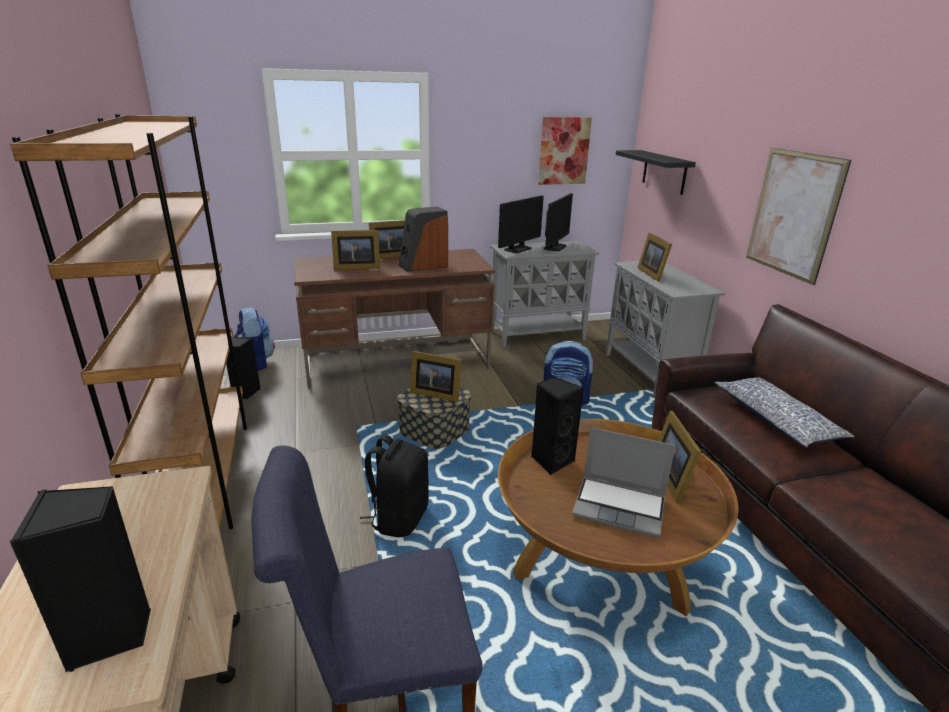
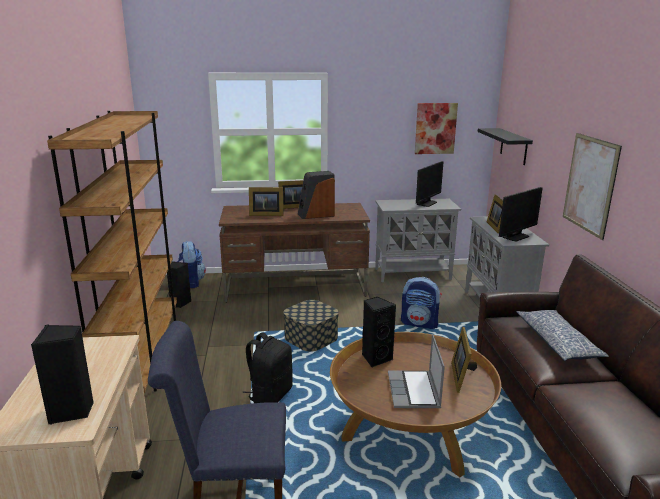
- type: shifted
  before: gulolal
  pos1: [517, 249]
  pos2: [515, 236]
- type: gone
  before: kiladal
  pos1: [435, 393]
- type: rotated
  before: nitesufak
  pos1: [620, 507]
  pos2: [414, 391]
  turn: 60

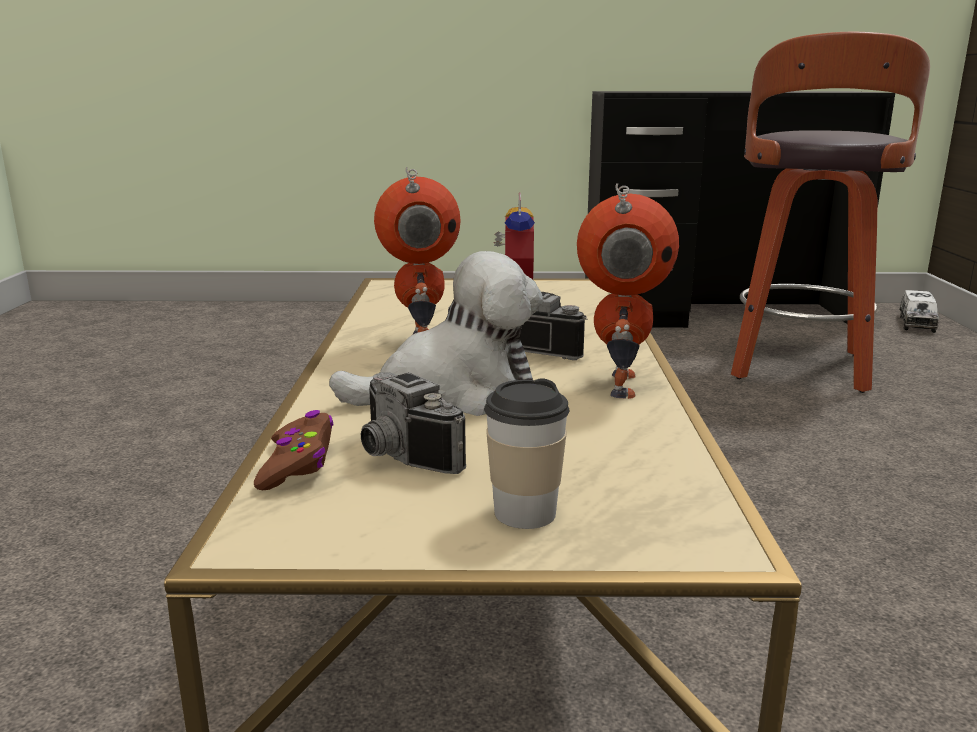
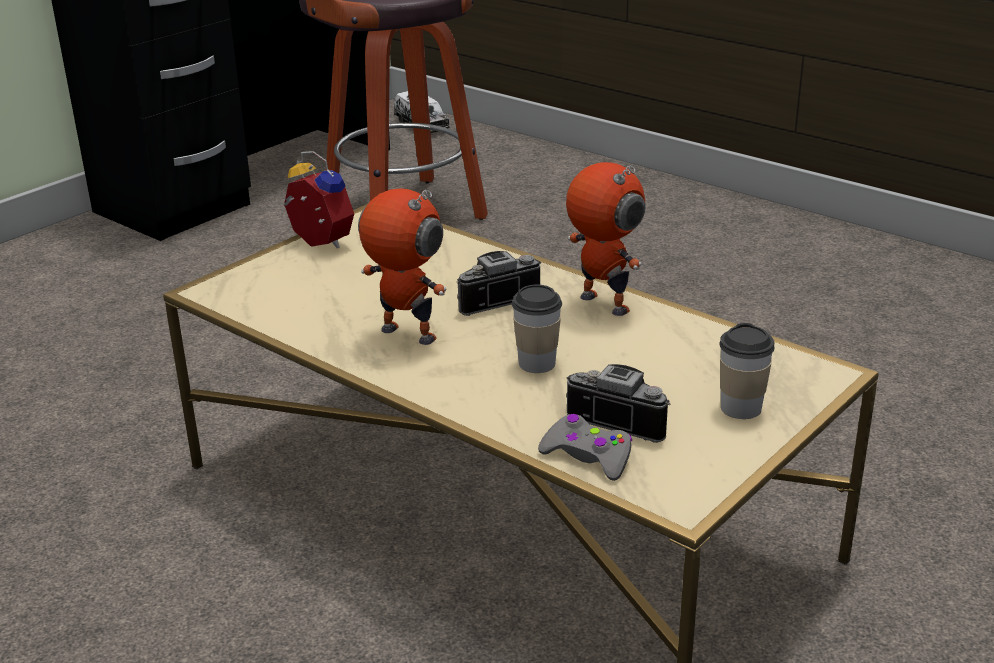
- type: swapped
  before: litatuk
  after: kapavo
  pos1: [453, 393]
  pos2: [537, 363]
- type: rotated
  before: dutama
  pos1: [399, 458]
  pos2: [622, 419]
  turn: -150
- type: repainted
  before: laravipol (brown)
  after: laravipol (grey)
  pos1: [297, 463]
  pos2: [588, 456]

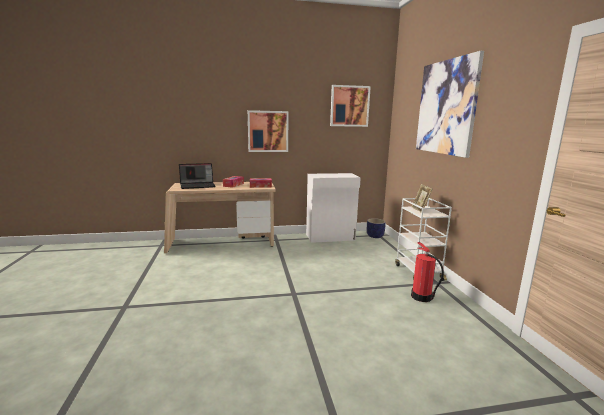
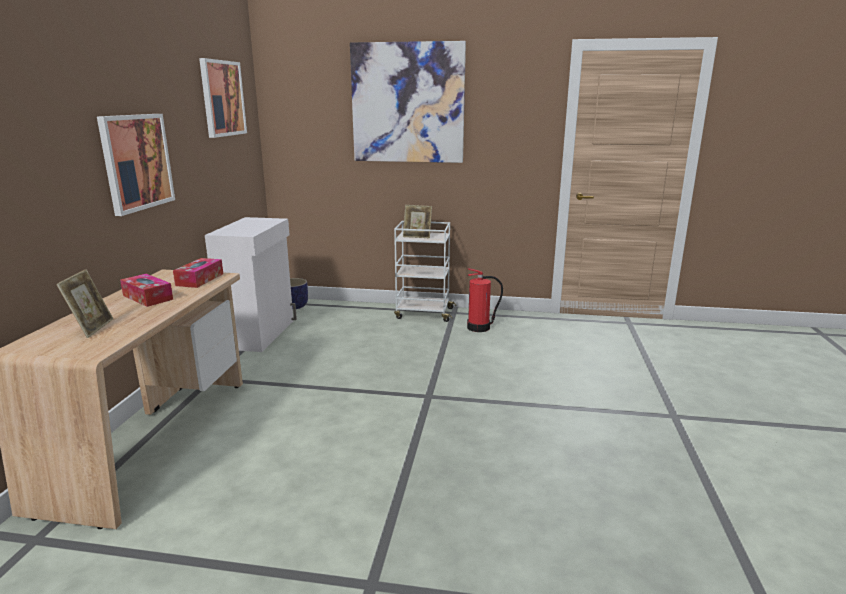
- type: swapped
  before: nitesufak
  after: kiladal
  pos1: [198, 185]
  pos2: [92, 328]

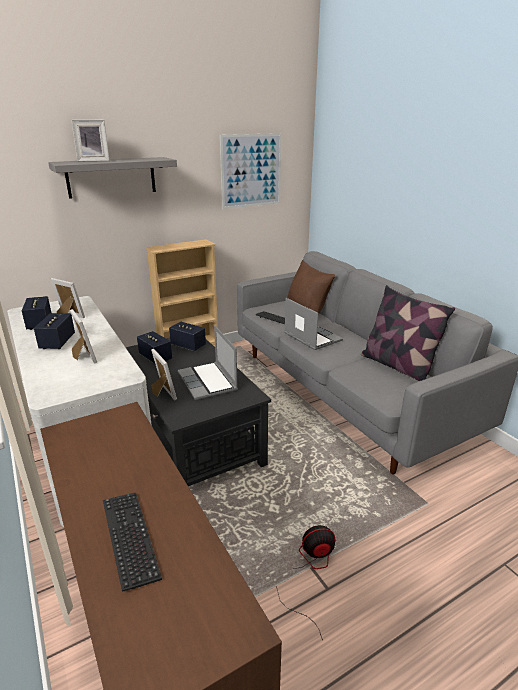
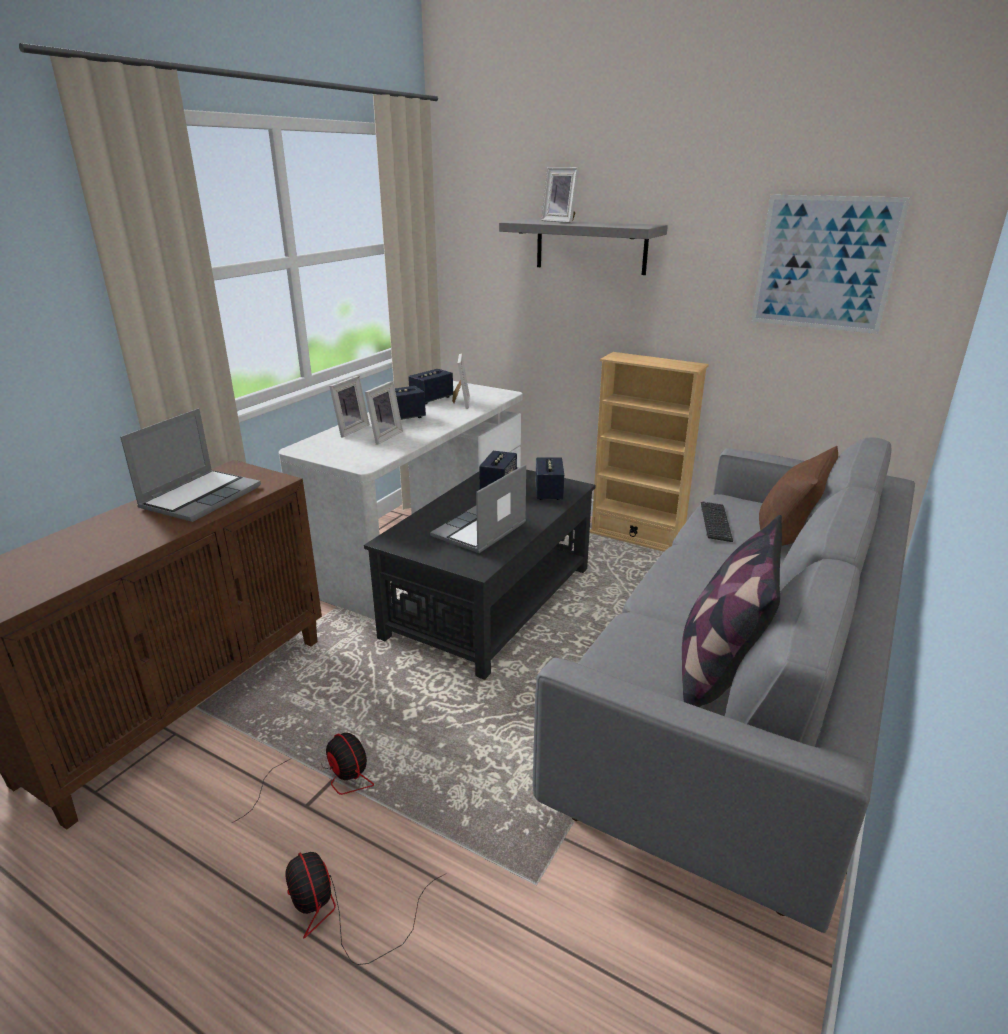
- type: shifted
  before: nitesufak
  pos1: [311, 337]
  pos2: [201, 497]
- type: shifted
  before: kiladal
  pos1: [162, 393]
  pos2: [349, 430]
- type: gone
  before: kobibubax
  pos1: [130, 539]
- type: new
  after: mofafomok
  pos2: [341, 914]

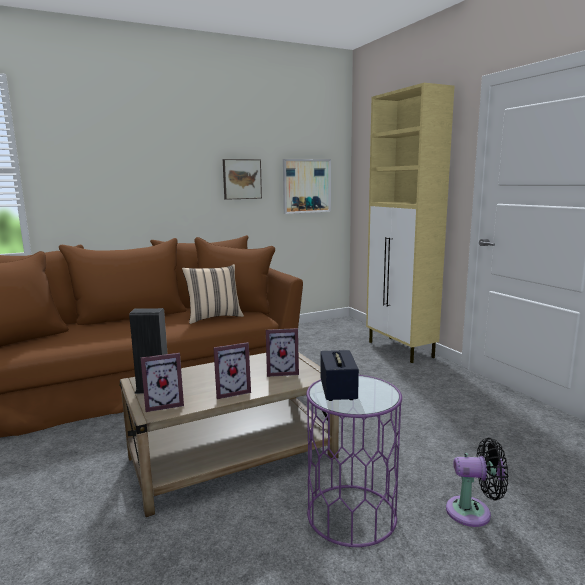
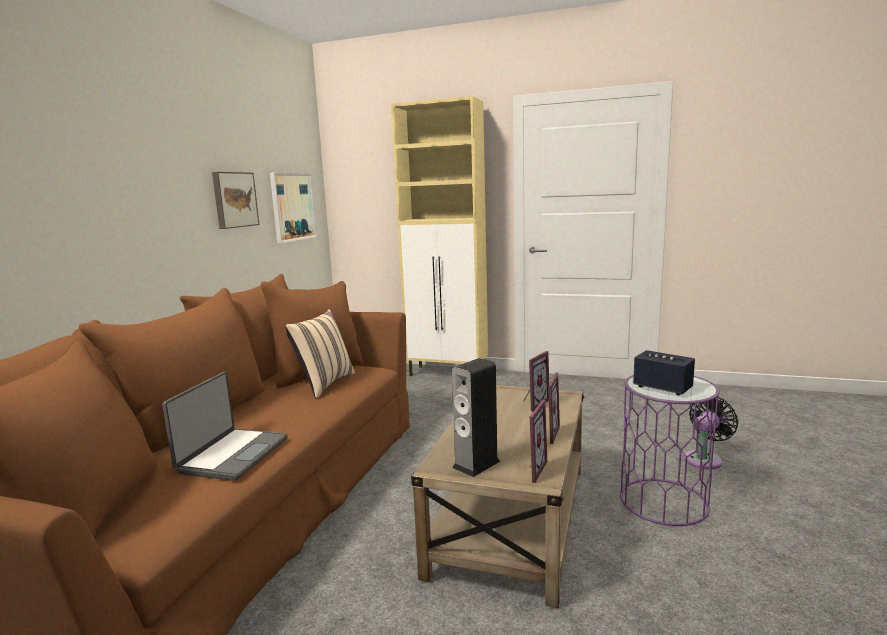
- type: new
  after: nitesufak
  pos2: [232, 455]

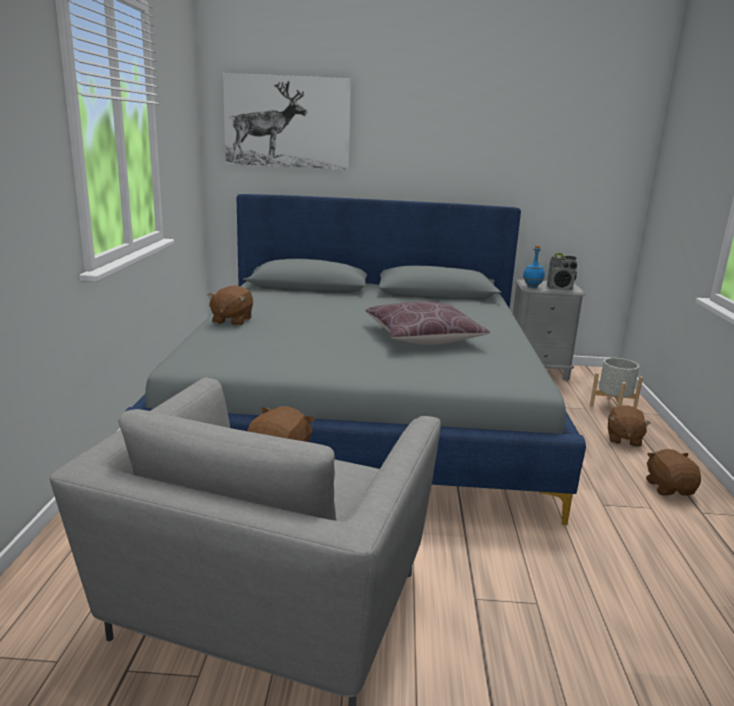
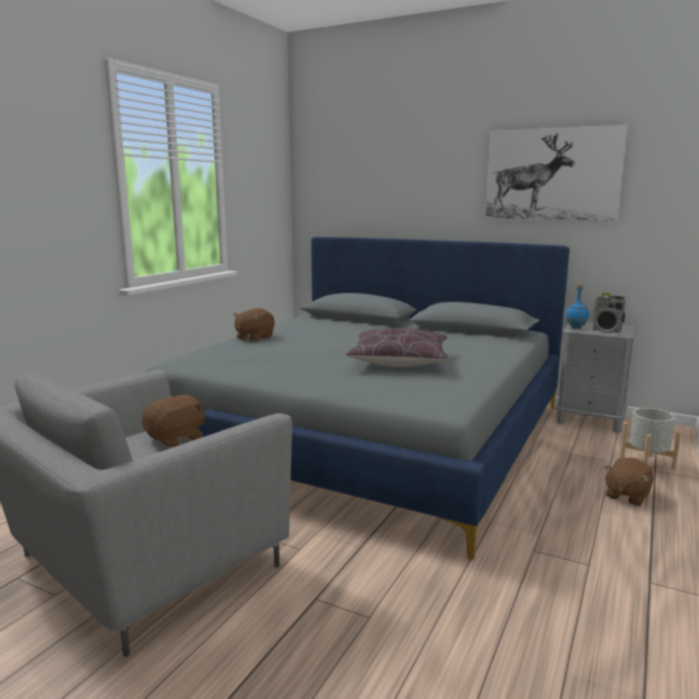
- type: shifted
  before: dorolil
  pos1: [287, 122]
  pos2: [552, 174]
- type: gone
  before: litatuk (brown)
  pos1: [669, 488]

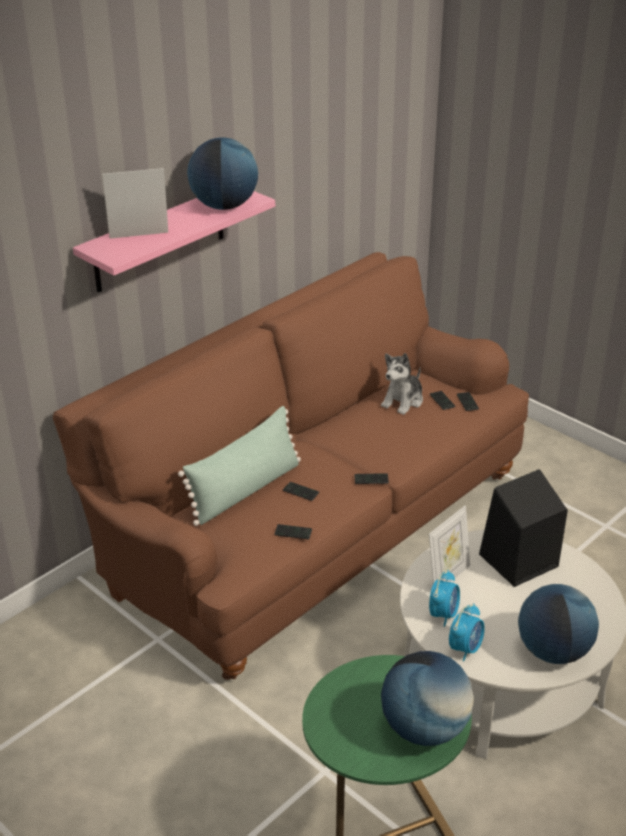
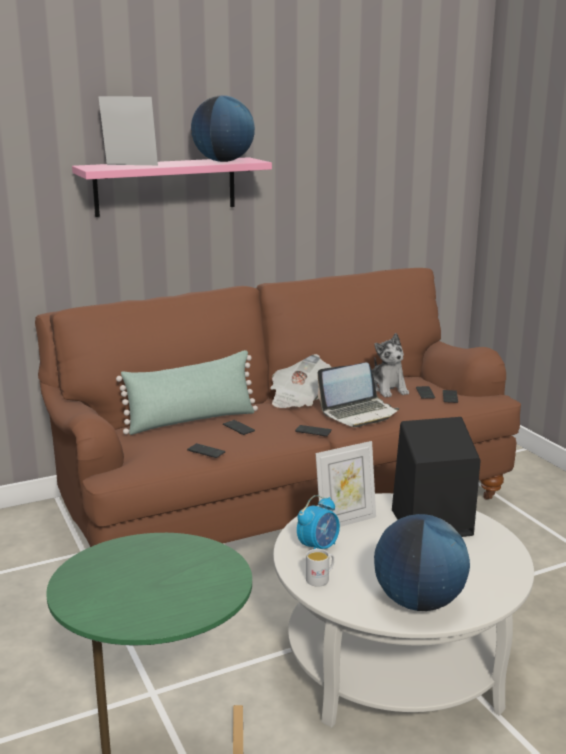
- type: rotated
  before: litatuk
  pos1: [403, 401]
  pos2: [387, 389]
  turn: -75
- type: swapped
  before: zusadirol
  after: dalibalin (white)
  pos1: [465, 648]
  pos2: [320, 579]
- type: gone
  before: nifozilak
  pos1: [424, 728]
- type: new
  after: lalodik
  pos2: [298, 398]
- type: new
  after: nitesufak
  pos2: [359, 413]

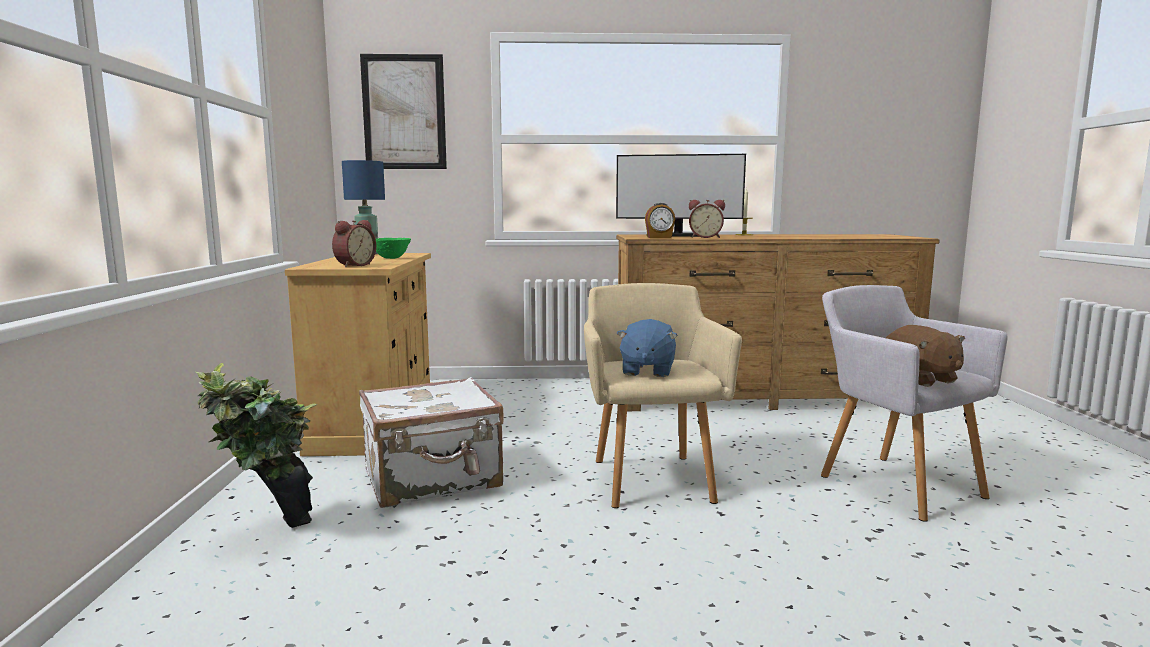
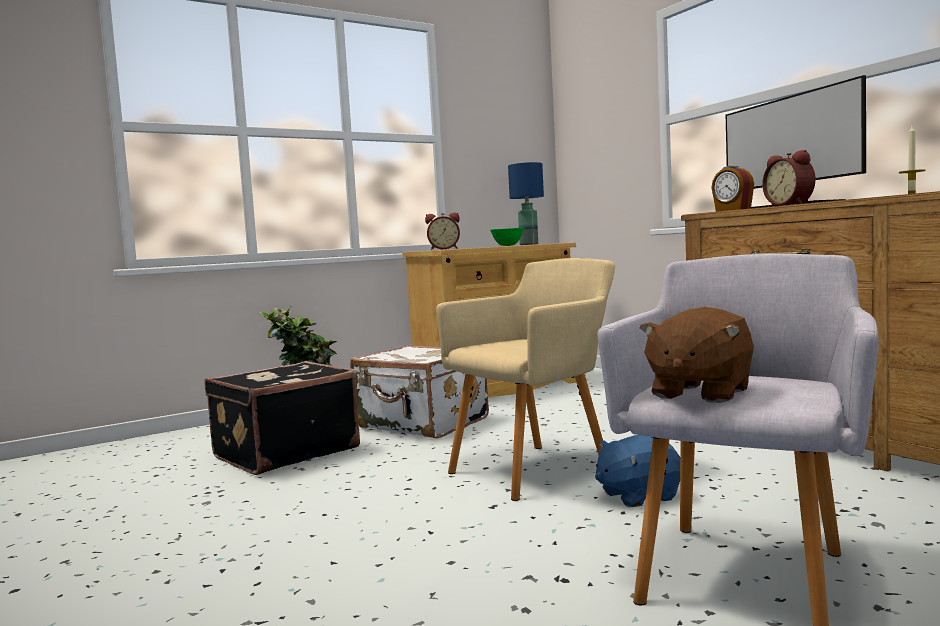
- type: gone
  before: dorolil
  pos1: [404, 112]
- type: shifted
  before: litatuk (blue)
  pos1: [646, 371]
  pos2: [638, 495]
- type: new
  after: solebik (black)
  pos2: [284, 452]

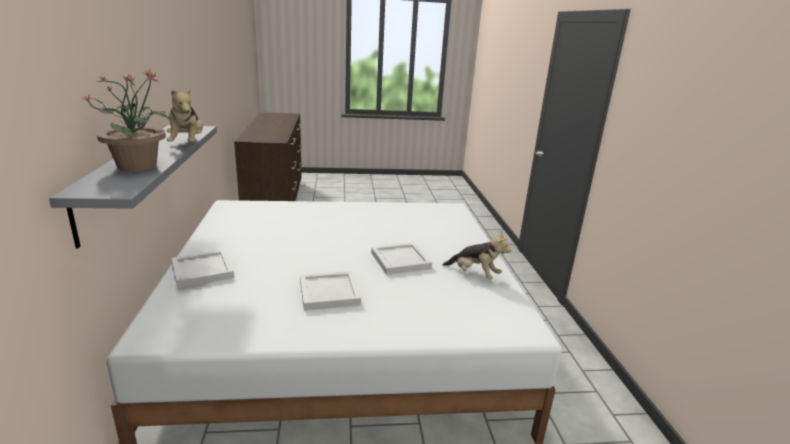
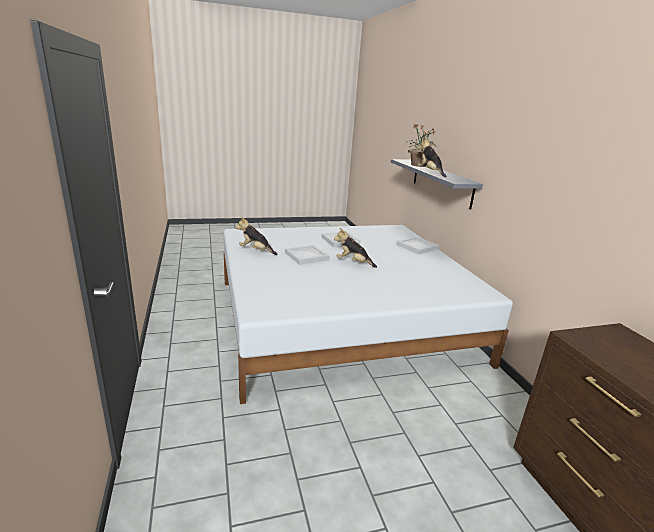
- type: new
  after: litatuk
  pos2: [353, 263]

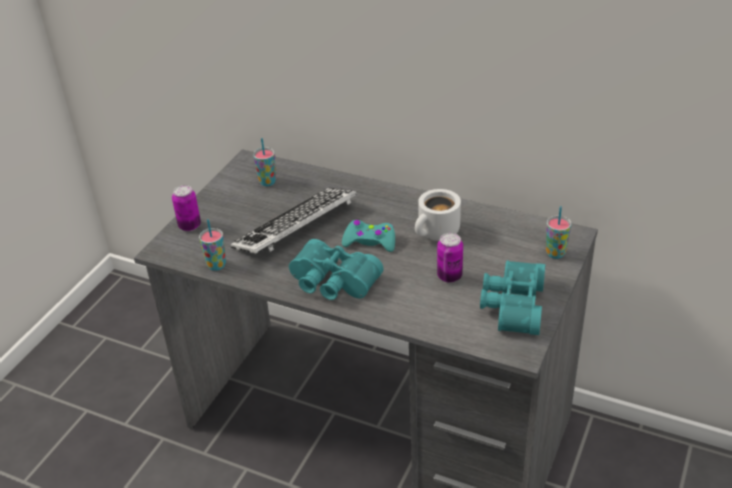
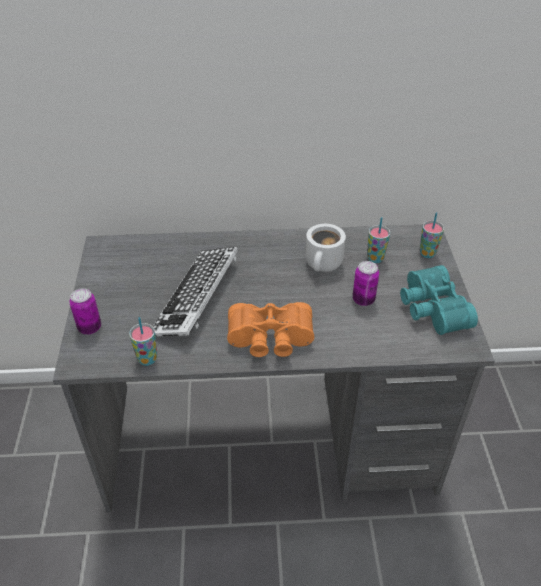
- type: shifted
  before: kapavo
  pos1: [267, 182]
  pos2: [375, 258]
- type: gone
  before: laravipol (turquoise)
  pos1: [370, 241]
- type: repainted
  before: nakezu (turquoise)
  after: nakezu (orange)
  pos1: [332, 283]
  pos2: [270, 340]

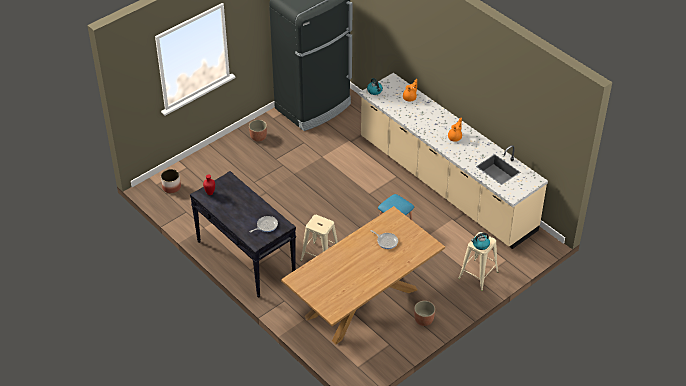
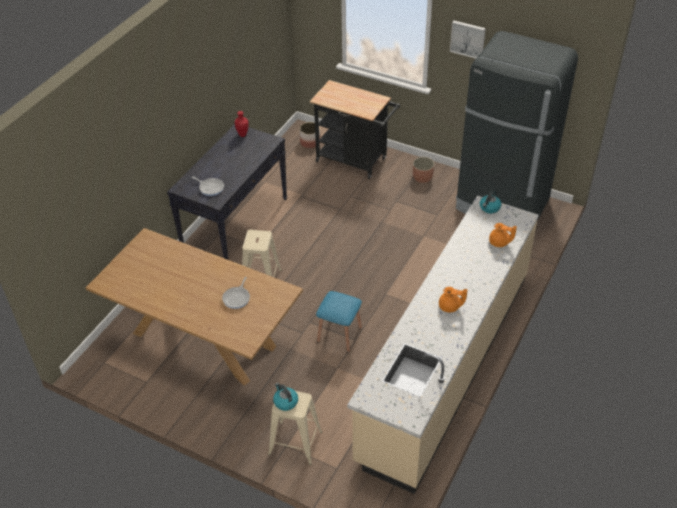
- type: gone
  before: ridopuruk
  pos1: [423, 320]
- type: new
  after: dorolil
  pos2: [468, 39]
- type: new
  after: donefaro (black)
  pos2: [355, 161]

